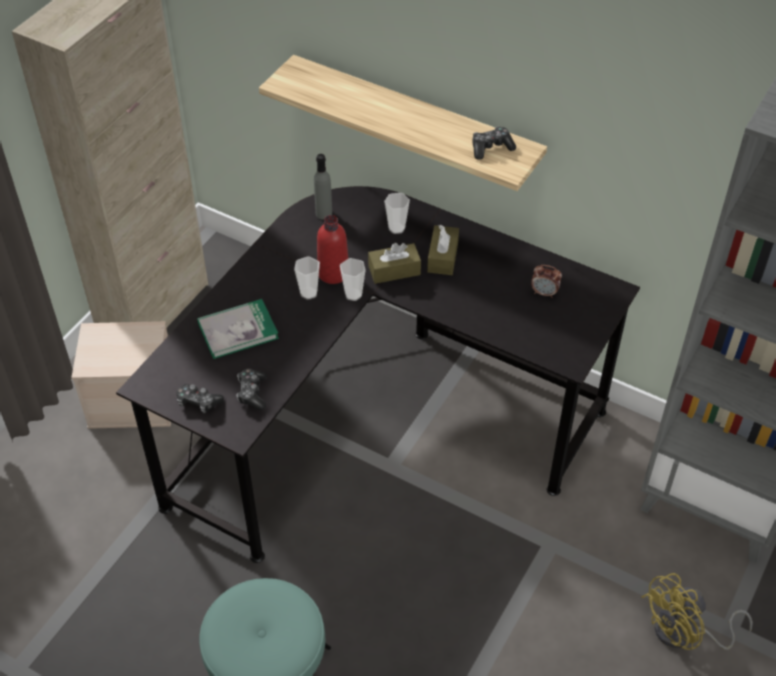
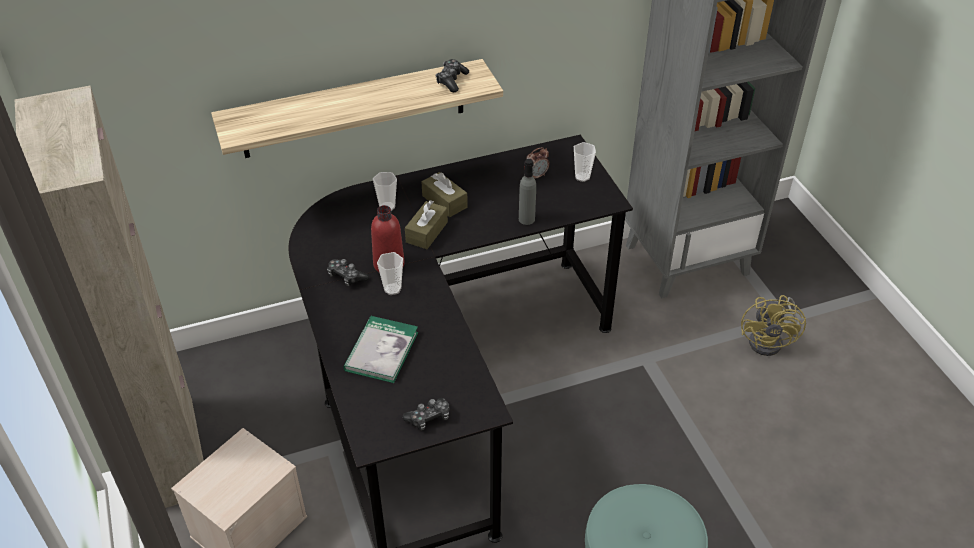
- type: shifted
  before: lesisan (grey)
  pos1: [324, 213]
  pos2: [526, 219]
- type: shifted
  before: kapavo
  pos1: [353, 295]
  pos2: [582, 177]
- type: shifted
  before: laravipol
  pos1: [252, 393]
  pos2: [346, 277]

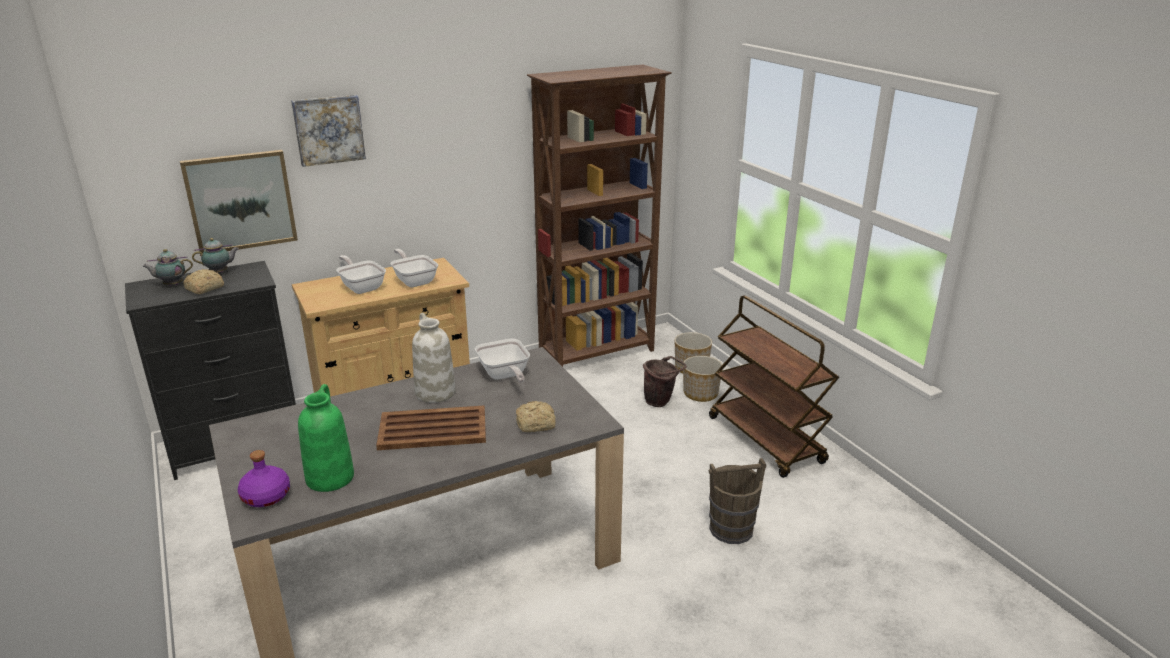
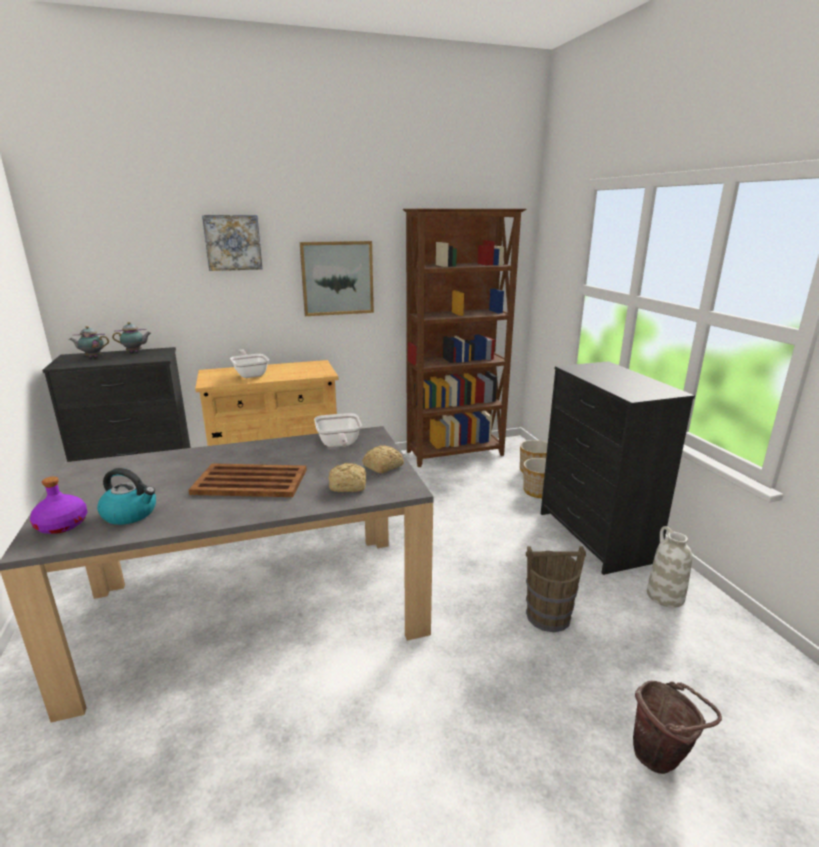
- type: shifted
  before: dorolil
  pos1: [240, 201]
  pos2: [337, 278]
- type: gone
  before: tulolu
  pos1: [414, 281]
- type: shifted
  before: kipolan
  pos1: [203, 289]
  pos2: [382, 466]
- type: swapped
  before: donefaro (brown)
  after: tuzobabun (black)
  pos1: [766, 440]
  pos2: [594, 536]
- type: shifted
  before: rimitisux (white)
  pos1: [434, 392]
  pos2: [664, 595]
- type: shifted
  before: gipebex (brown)
  pos1: [661, 402]
  pos2: [661, 757]
- type: swapped
  before: rimitisux (green)
  after: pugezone
  pos1: [329, 477]
  pos2: [131, 514]

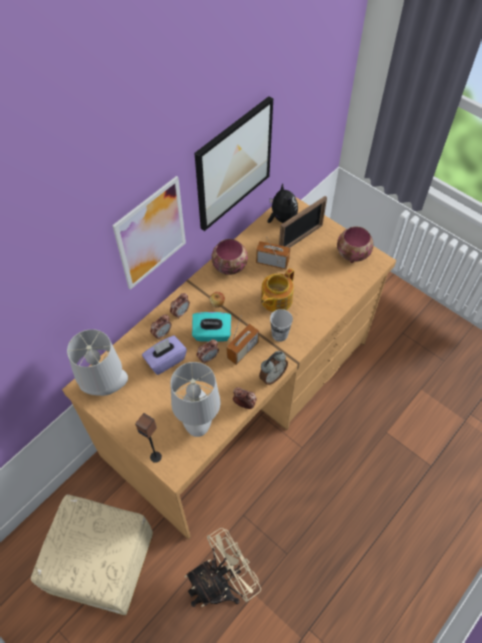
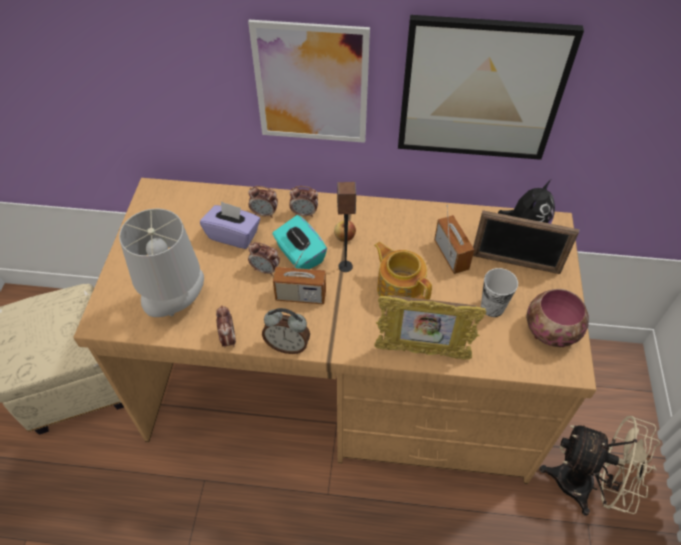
- type: gone
  before: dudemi
  pos1: [229, 266]
- type: rotated
  before: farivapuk
  pos1: [275, 300]
  pos2: [400, 288]
  turn: 45
- type: shifted
  before: kapavo
  pos1: [279, 334]
  pos2: [492, 307]
- type: gone
  before: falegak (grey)
  pos1: [105, 389]
- type: shifted
  before: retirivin
  pos1: [156, 456]
  pos2: [345, 266]
- type: shifted
  before: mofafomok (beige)
  pos1: [222, 583]
  pos2: [584, 485]
- type: new
  after: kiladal
  pos2: [422, 352]

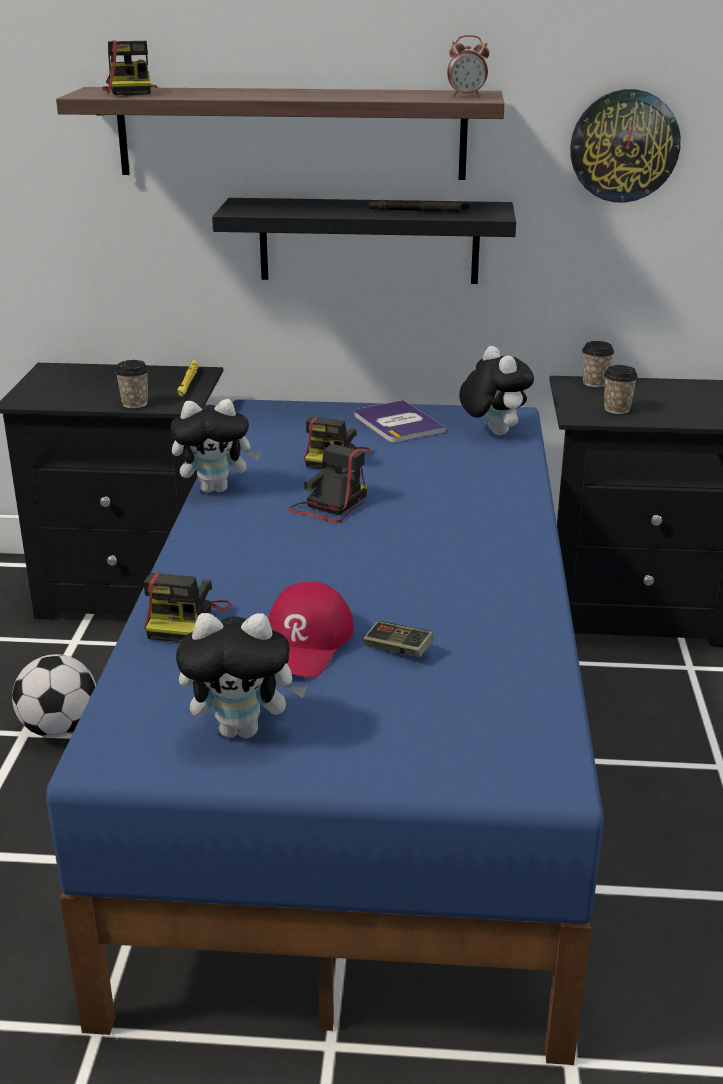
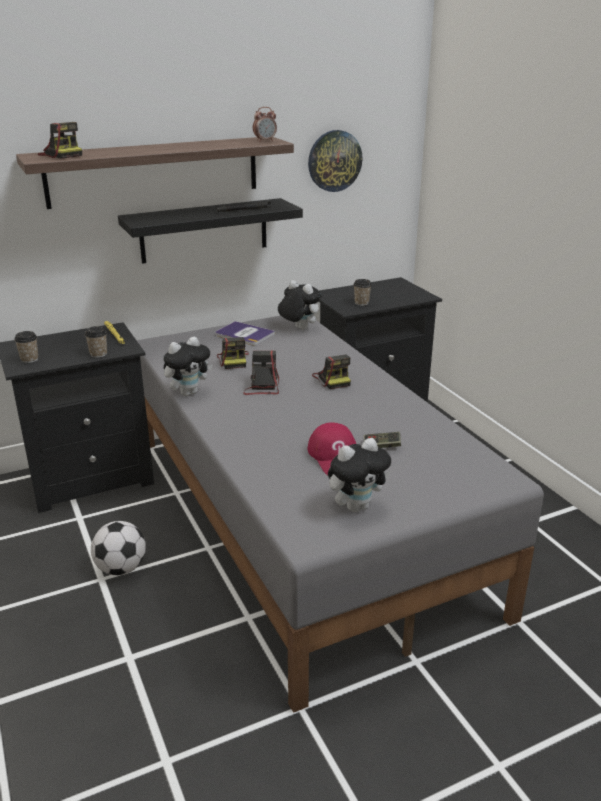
- type: shifted
  before: kapavo
  pos1: [595, 383]
  pos2: [29, 359]
- type: repainted
  before: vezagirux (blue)
  after: vezagirux (grey)
  pos1: [365, 745]
  pos2: [301, 517]
- type: shifted
  before: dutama
  pos1: [185, 620]
  pos2: [332, 379]

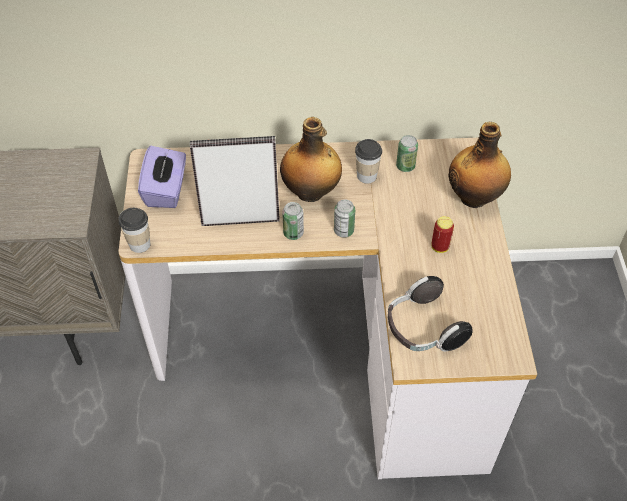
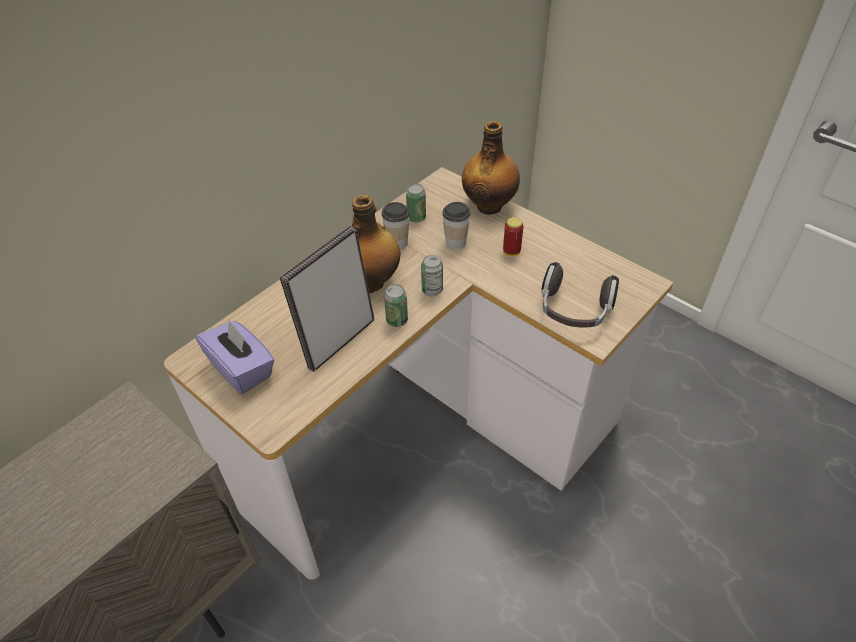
- type: shifted
  before: kapavo
  pos1: [139, 244]
  pos2: [455, 242]

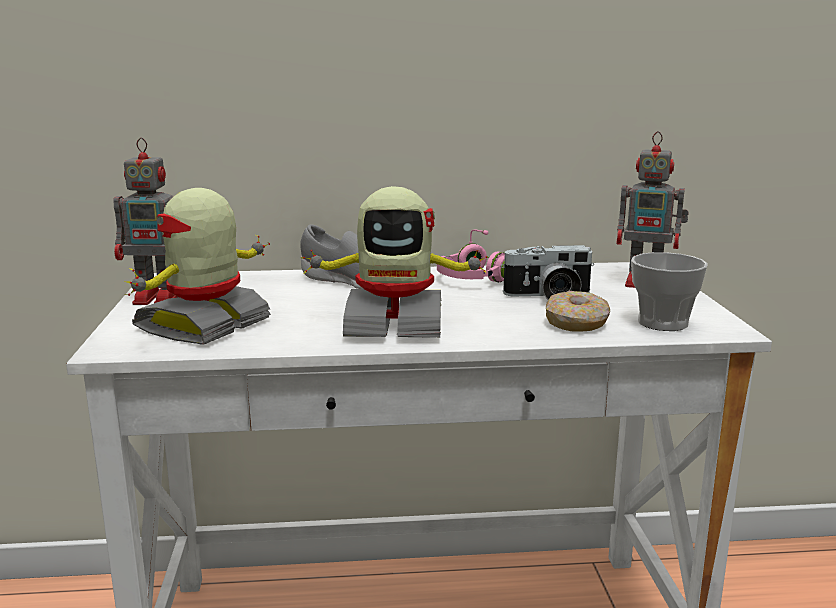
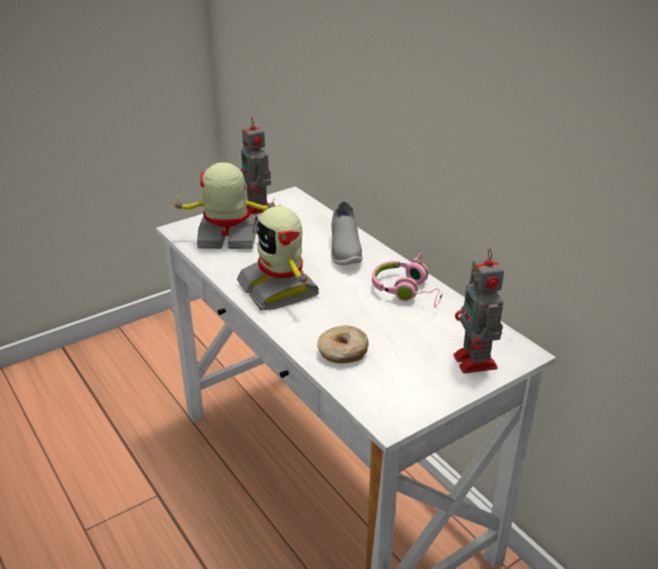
- type: gone
  before: dutama
  pos1: [548, 297]
- type: gone
  before: kapavo
  pos1: [662, 323]

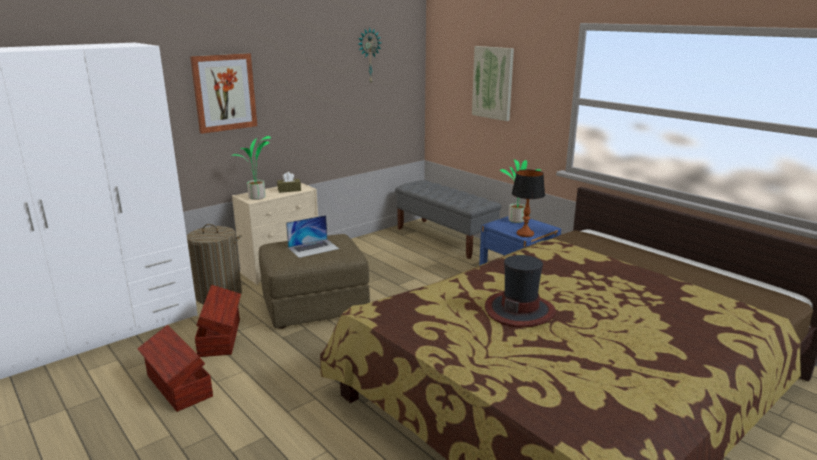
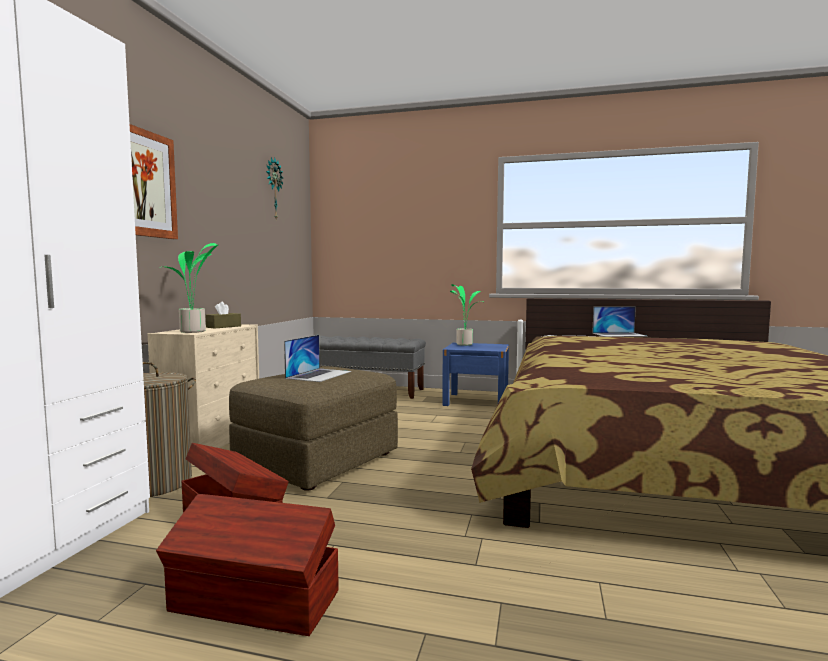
- type: gone
  before: dorolil
  pos1: [493, 83]
- type: gone
  before: falegak
  pos1: [525, 234]
- type: gone
  before: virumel
  pos1: [519, 310]
- type: new
  after: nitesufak
  pos2: [619, 334]

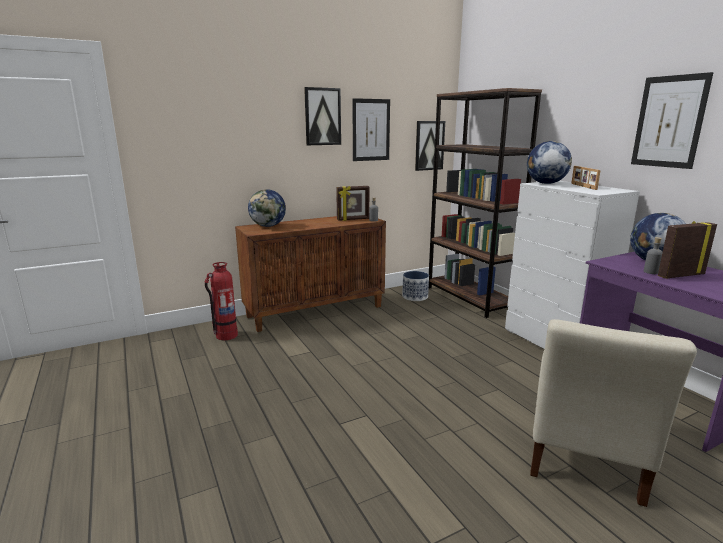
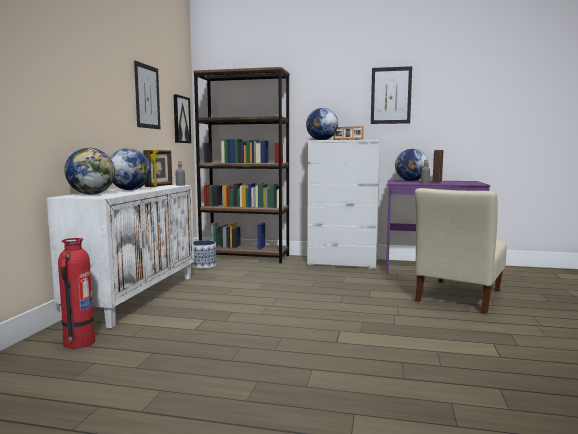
- type: gone
  before: dorolil
  pos1: [322, 116]
- type: repainted
  before: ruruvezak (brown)
  after: ruruvezak (white)
  pos1: [316, 311]
  pos2: [136, 297]
- type: rotated
  before: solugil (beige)
  pos1: [583, 453]
  pos2: [458, 297]
  turn: 60
- type: new
  after: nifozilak
  pos2: [129, 190]

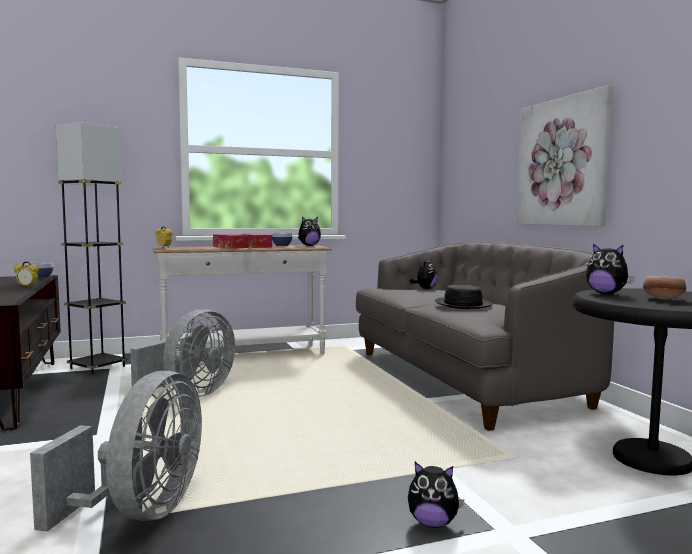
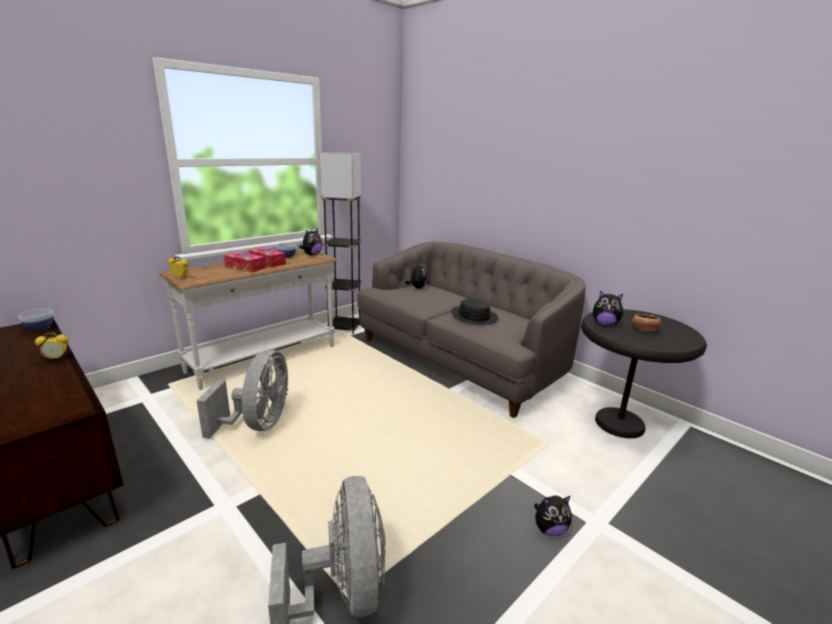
- type: gone
  before: dorolil
  pos1: [562, 162]
- type: shifted
  before: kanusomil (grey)
  pos1: [97, 367]
  pos2: [344, 328]

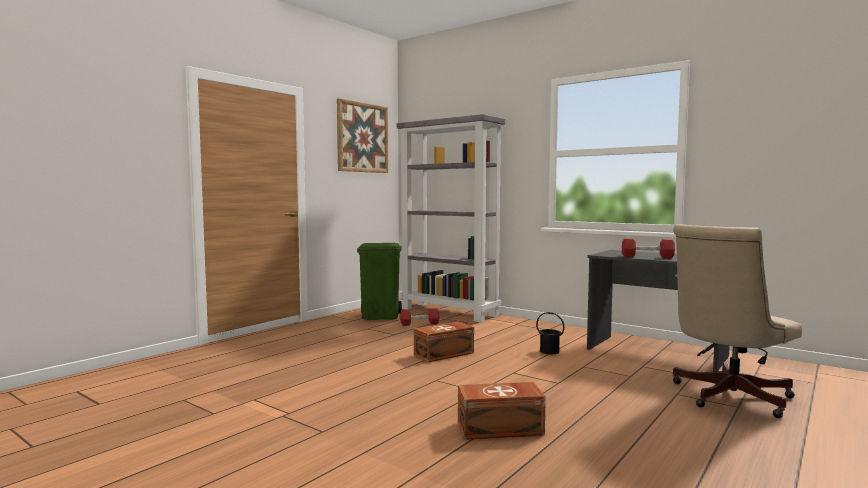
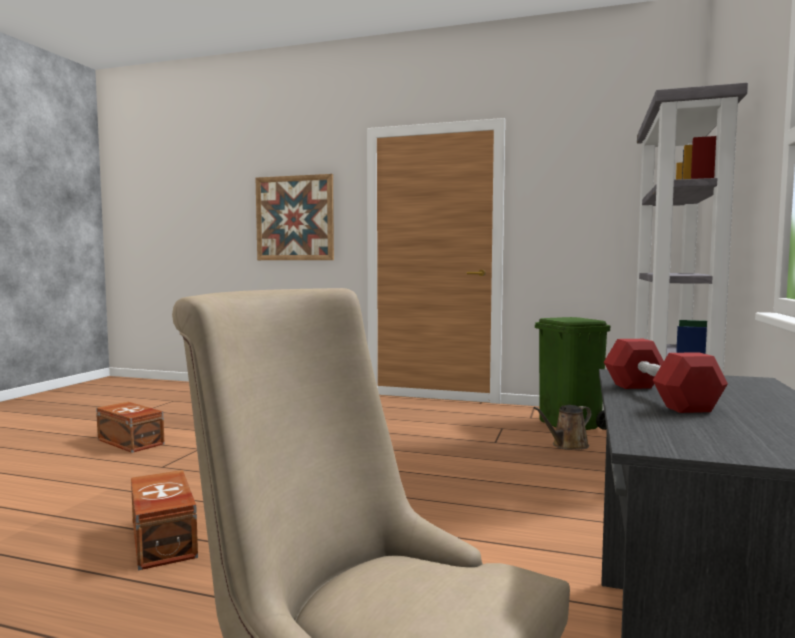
- type: shifted
  before: dorolil
  pos1: [362, 137]
  pos2: [295, 218]
- type: swapped
  before: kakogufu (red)
  after: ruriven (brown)
  pos1: [419, 324]
  pos2: [567, 445]
- type: gone
  before: gipebex (black)
  pos1: [549, 351]
- type: shifted
  before: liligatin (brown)
  pos1: [445, 354]
  pos2: [130, 442]

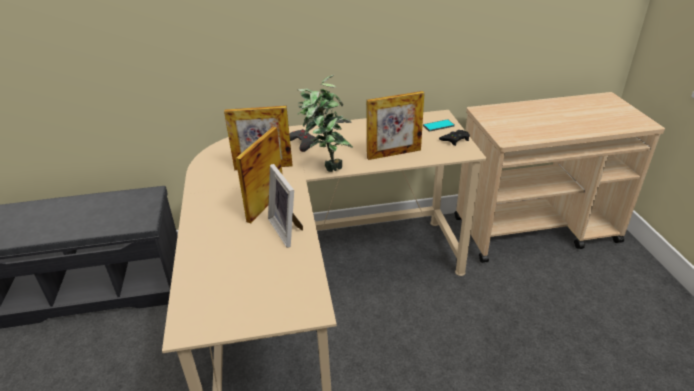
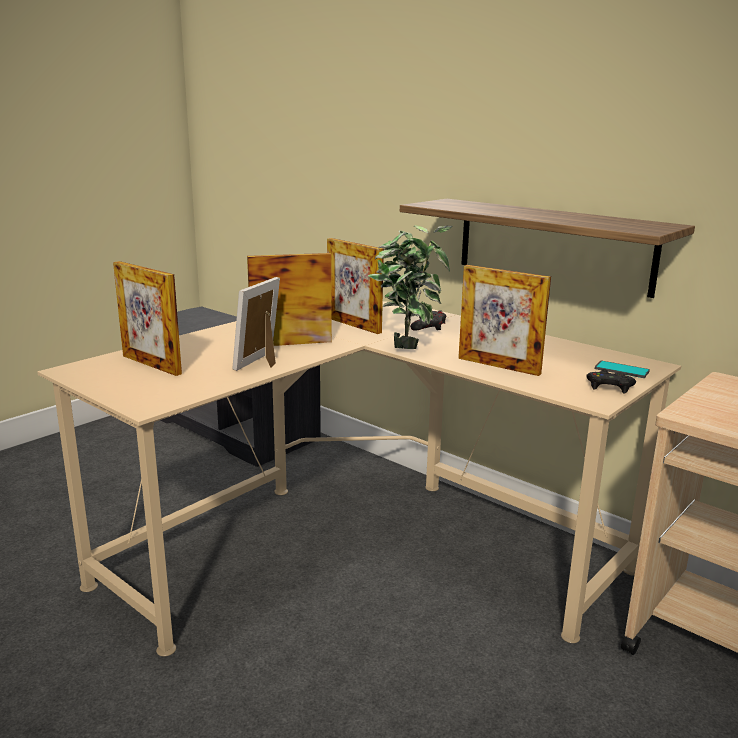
- type: new
  after: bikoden
  pos2: [553, 245]
- type: new
  after: kiladal
  pos2: [151, 364]

